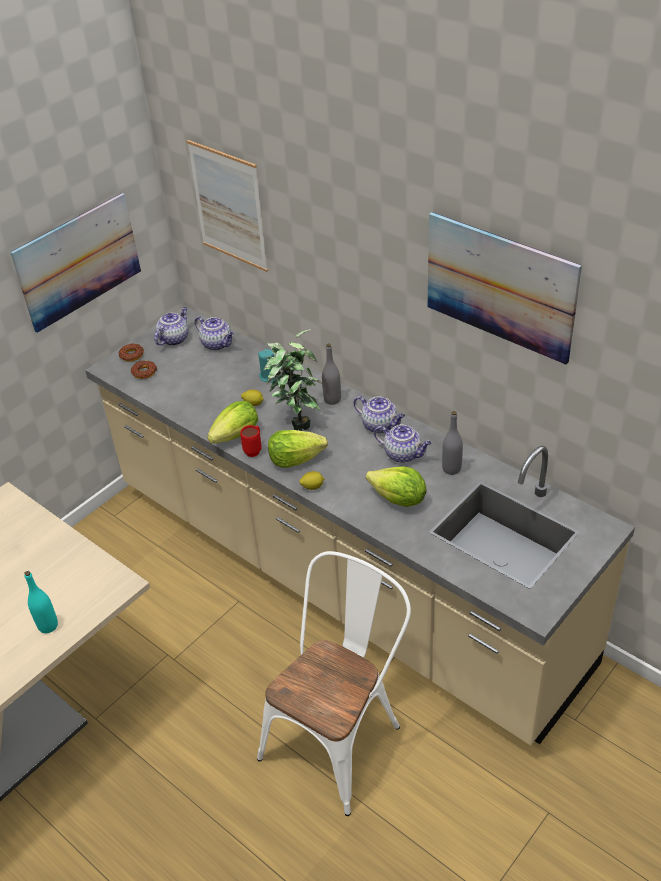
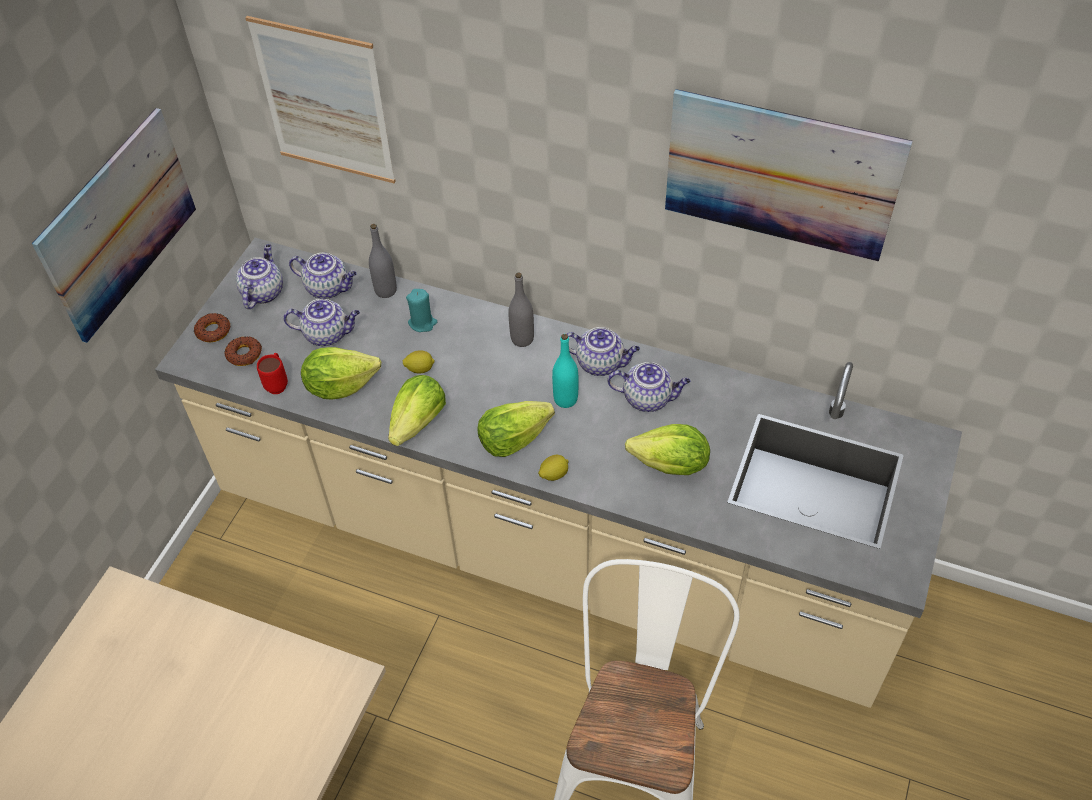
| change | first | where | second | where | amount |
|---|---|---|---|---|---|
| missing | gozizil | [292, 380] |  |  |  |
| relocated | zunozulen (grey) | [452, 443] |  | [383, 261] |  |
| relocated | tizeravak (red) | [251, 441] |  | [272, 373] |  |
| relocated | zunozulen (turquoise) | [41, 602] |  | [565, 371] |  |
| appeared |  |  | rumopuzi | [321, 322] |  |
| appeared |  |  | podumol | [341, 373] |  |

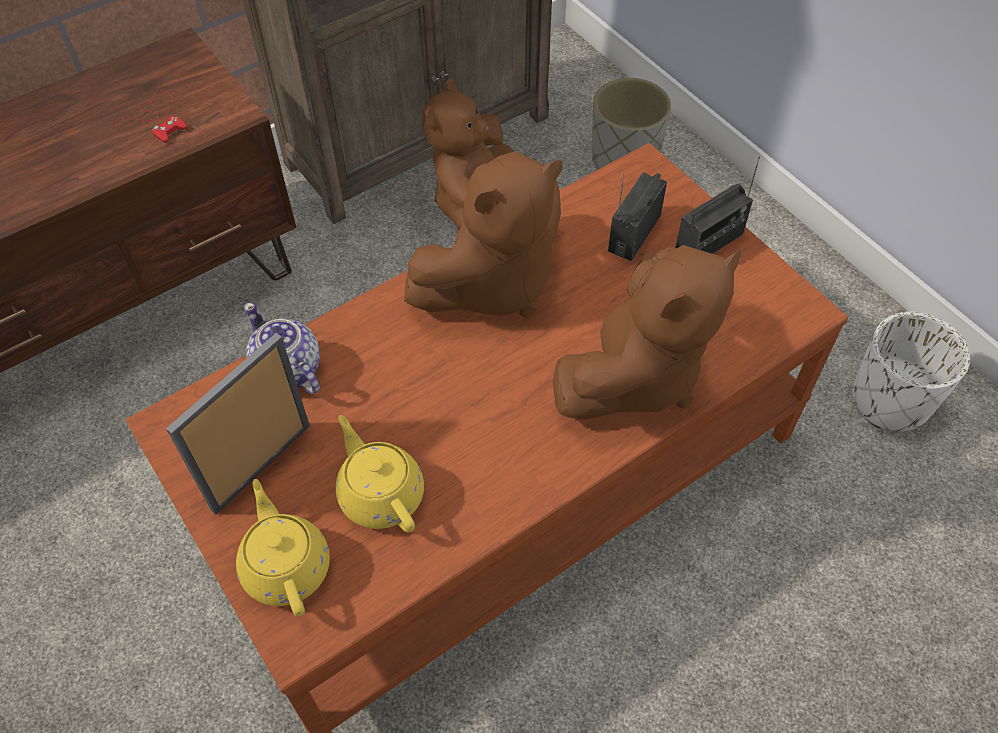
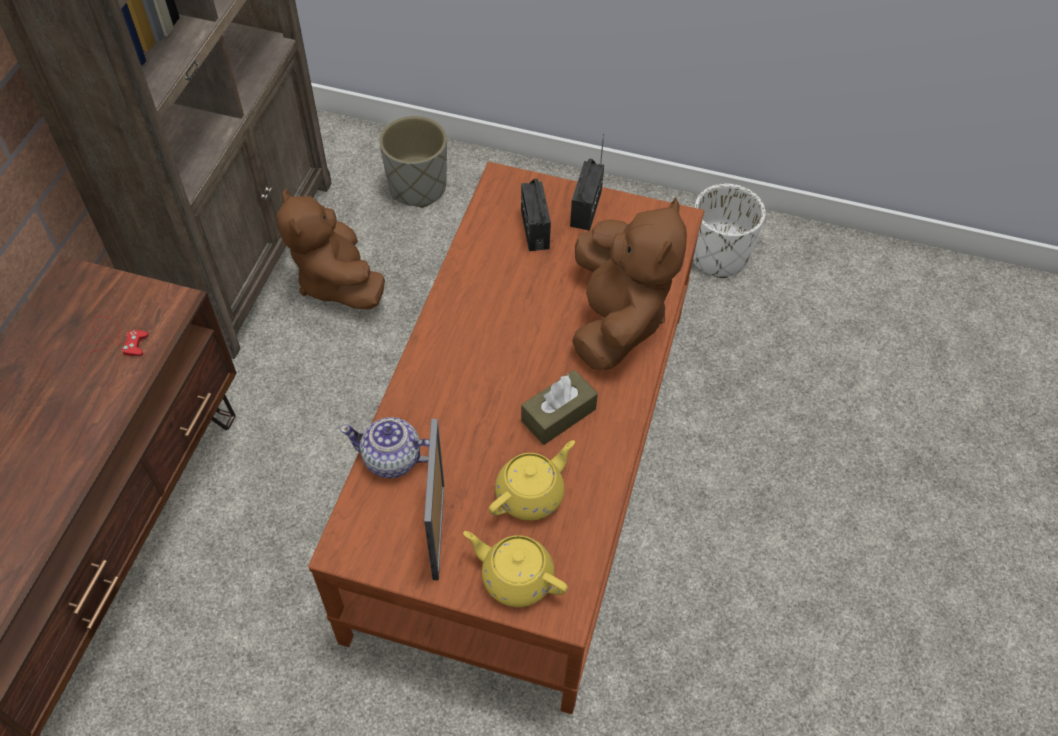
| change | first | where | second | where | amount |
|---|---|---|---|---|---|
| missing | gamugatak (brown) | [483, 234] |  |  |  |
| spun | rumopuzi (yellow) | [379, 474] |  | [532, 480] | 120 degrees clockwise |
| appeared |  |  | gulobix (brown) | [559, 407] |  |

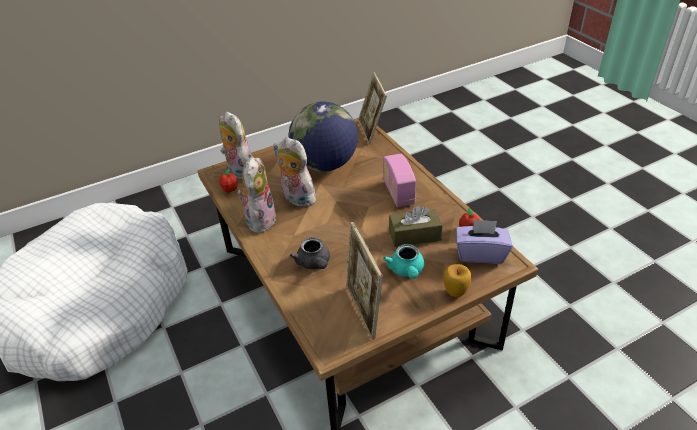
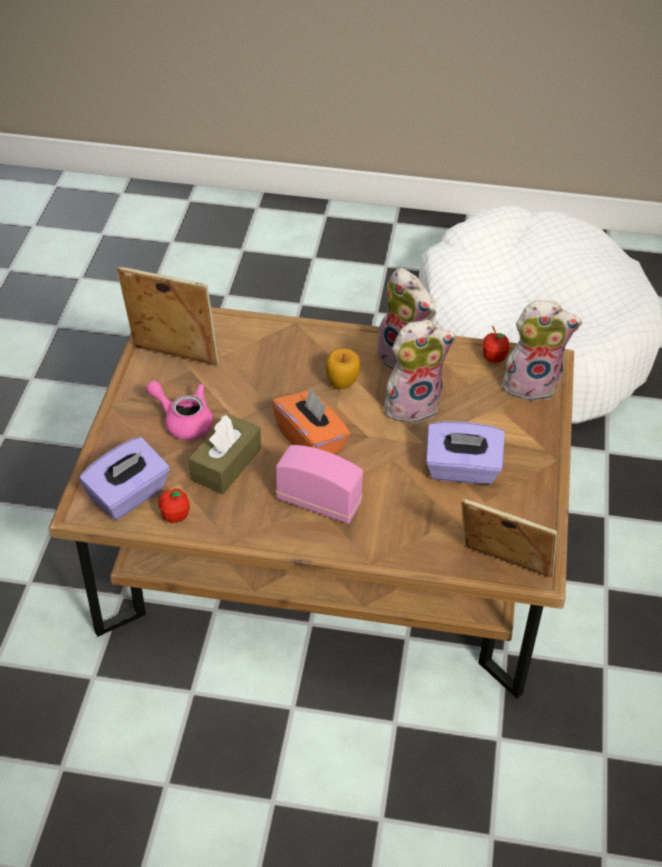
| change | first | where | second | where | amount |
|---|---|---|---|---|---|
| exchanged | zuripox | [323, 136] | gulobix (purple) | [465, 452] |  |
| missing | rumopuzi (grey) | [310, 253] |  |  |  |
| colour | rumopuzi (turquoise) | [403, 261] | rumopuzi (pink) | [179, 410] |  |
| relocated | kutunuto | [457, 280] |  | [343, 369] |  |
| appeared |  |  | gulobix (orange) | [311, 420] |  |

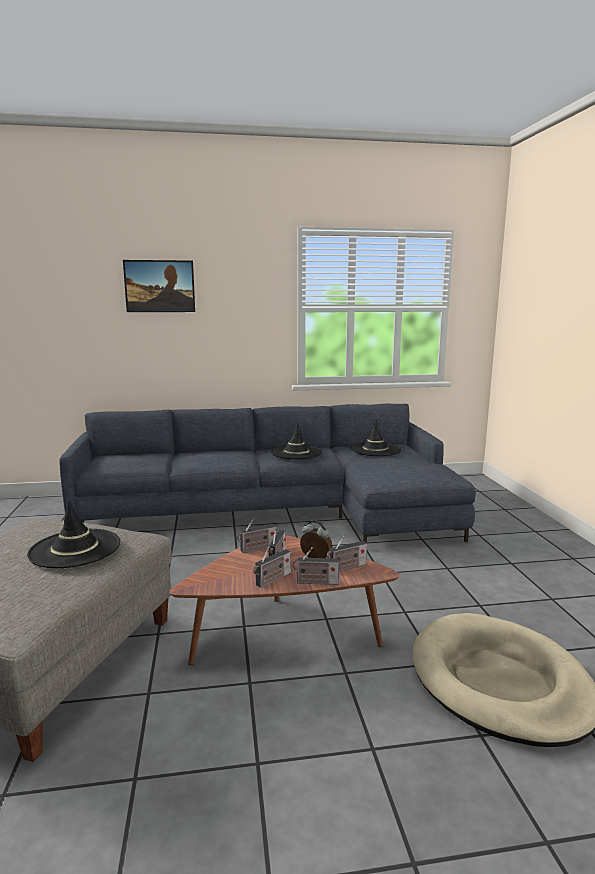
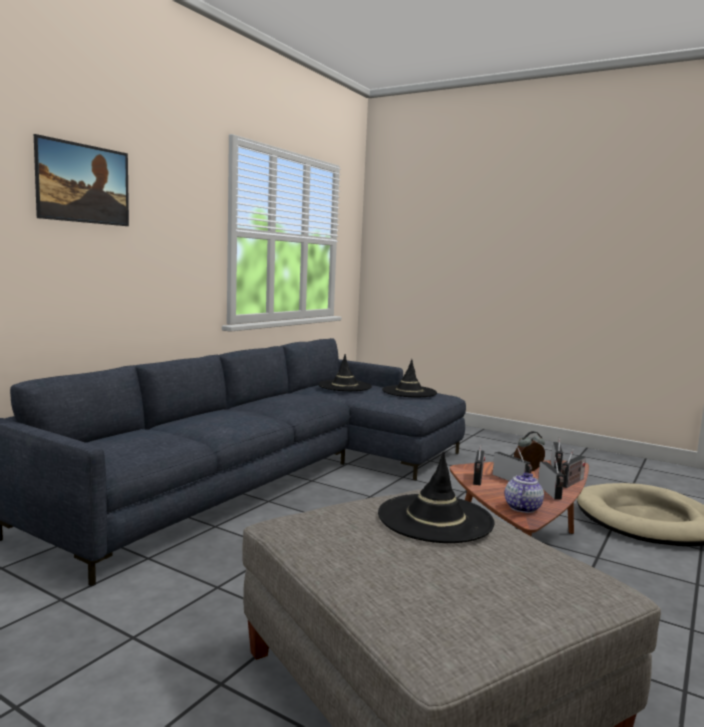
| change | first | where | second | where | amount |
|---|---|---|---|---|---|
| relocated | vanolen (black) | [296, 441] |  | [409, 378] |  |
| appeared |  |  | rumopuzi | [524, 492] |  |

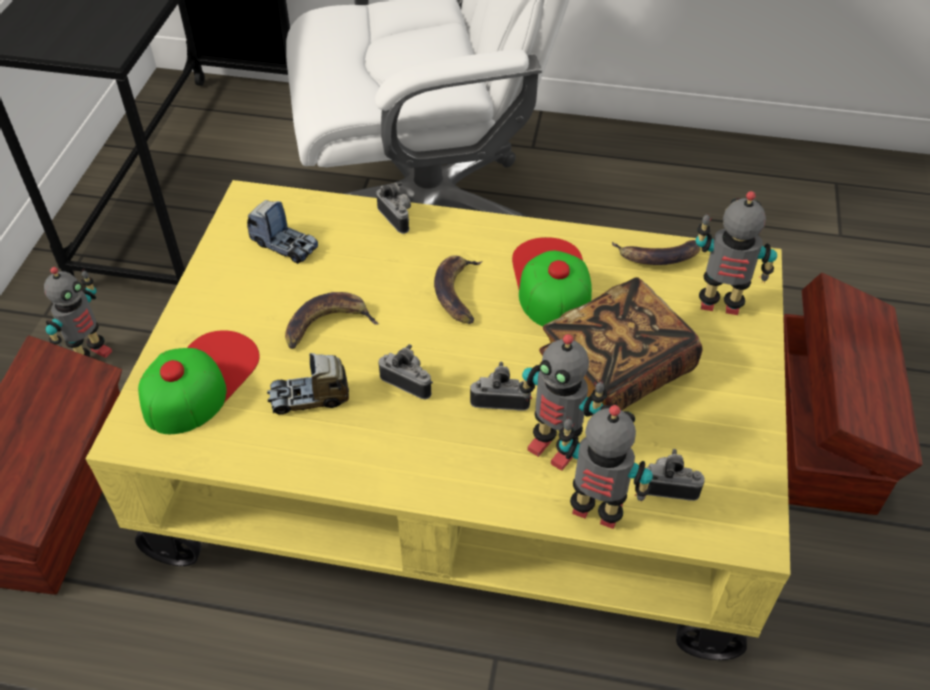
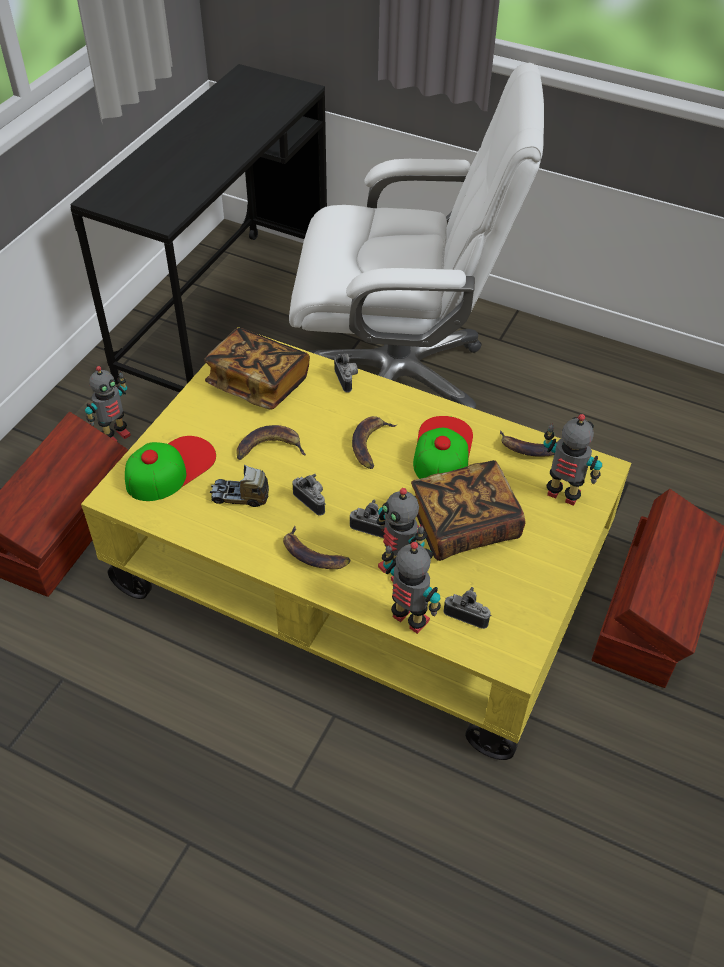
| change | first | where | second | where | amount |
|---|---|---|---|---|---|
| exchanged | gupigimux | [282, 232] | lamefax | [257, 368] |  |
| appeared |  |  | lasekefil | [317, 547] |  |

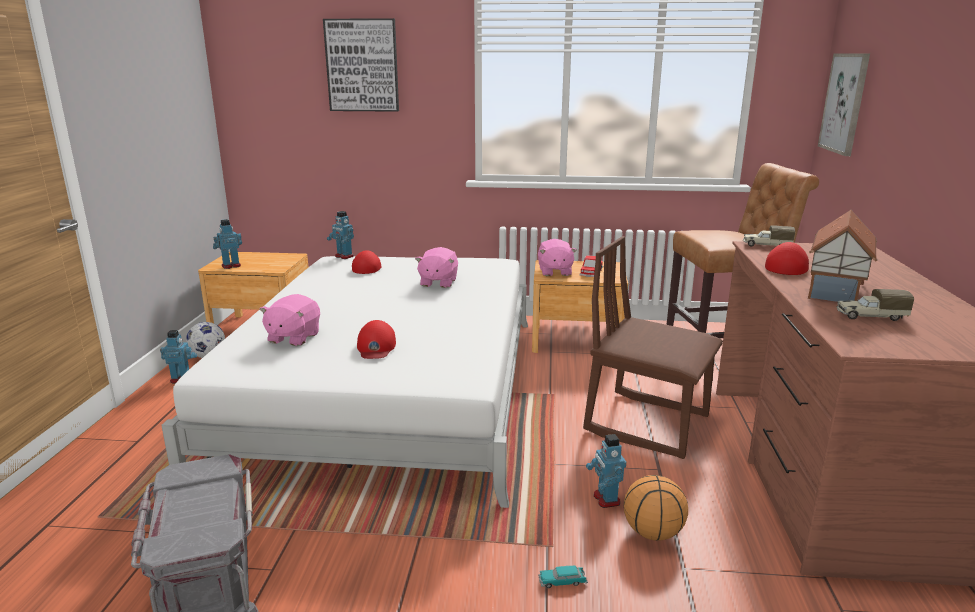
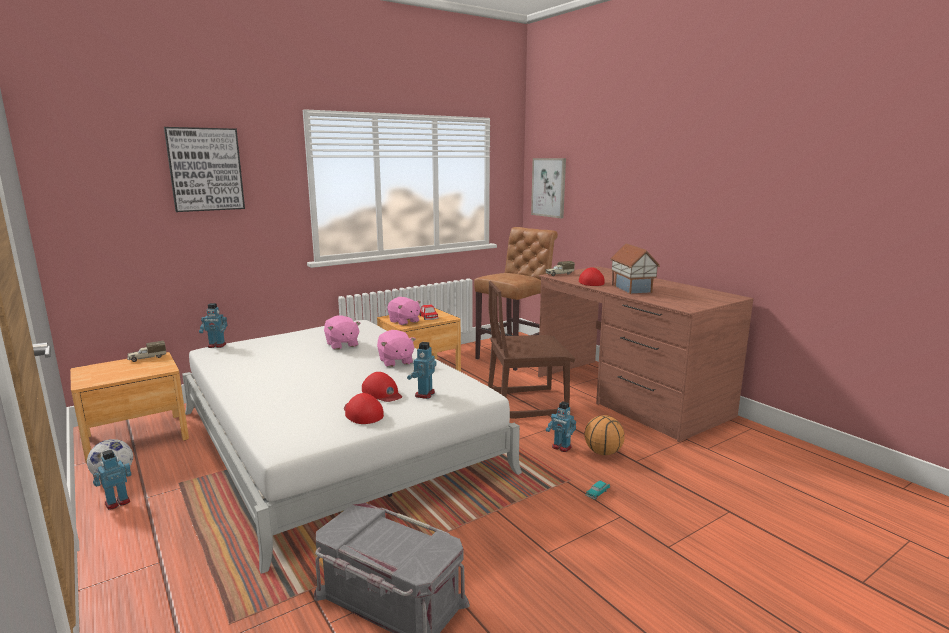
| change | first | where | second | where | amount |
|---|---|---|---|---|---|
| relocated | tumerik | [227, 244] |  | [422, 370] |  |
| relocated | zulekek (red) | [366, 262] |  | [364, 408] |  |
| relocated | gupigimux | [875, 305] |  | [147, 351] |  |
| relocated | gamugatak (pink) | [290, 320] |  | [396, 348] |  |

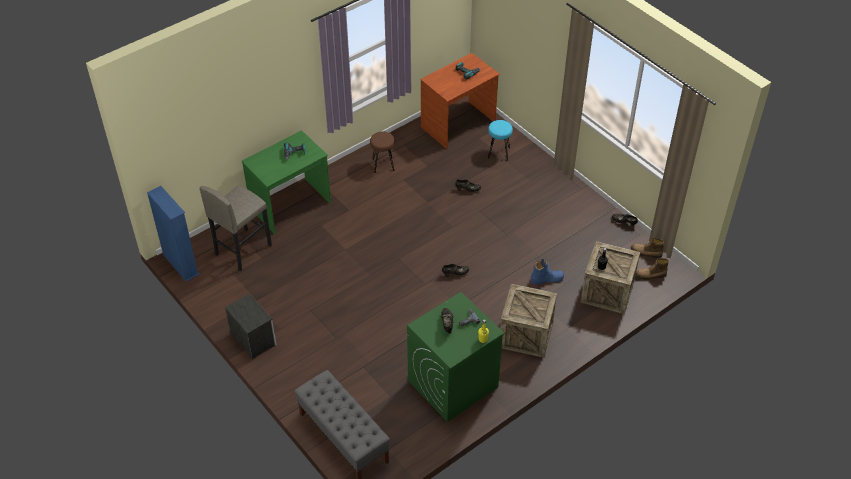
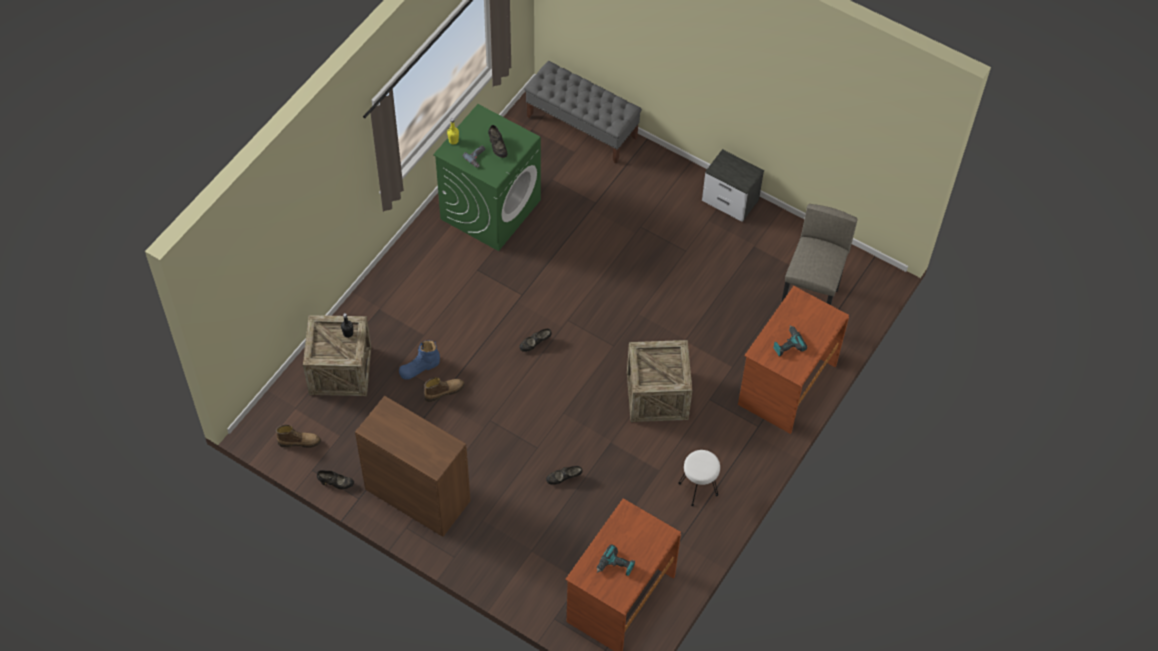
| change | first | where | second | where | amount |
|---|---|---|---|---|---|
| missing | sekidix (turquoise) | [500, 140] |  |  |  |
| colour | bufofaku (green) | [286, 182] | bufofaku (brown) | [793, 360] |  |
| colour | sekidix (brown) | [382, 152] | sekidix (white) | [699, 478] |  |
| missing | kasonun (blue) | [173, 233] |  |  |  |
| relocated | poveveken | [652, 269] |  | [444, 389] |  |
| relocated | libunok | [528, 321] |  | [660, 381] |  |
| appeared |  |  | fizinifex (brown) | [413, 466] |  |

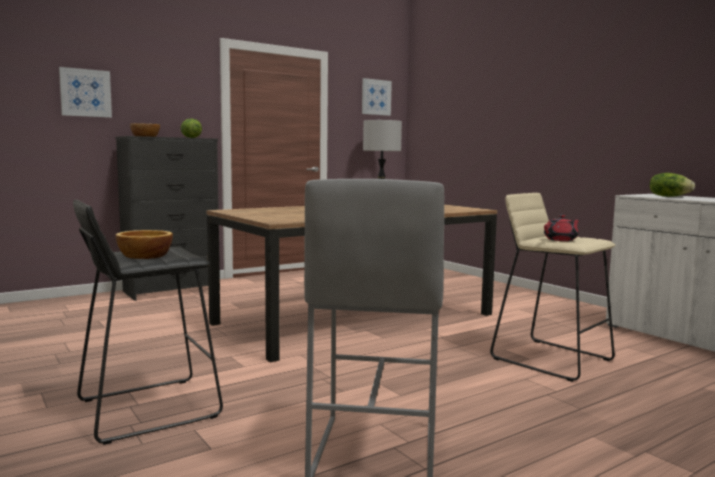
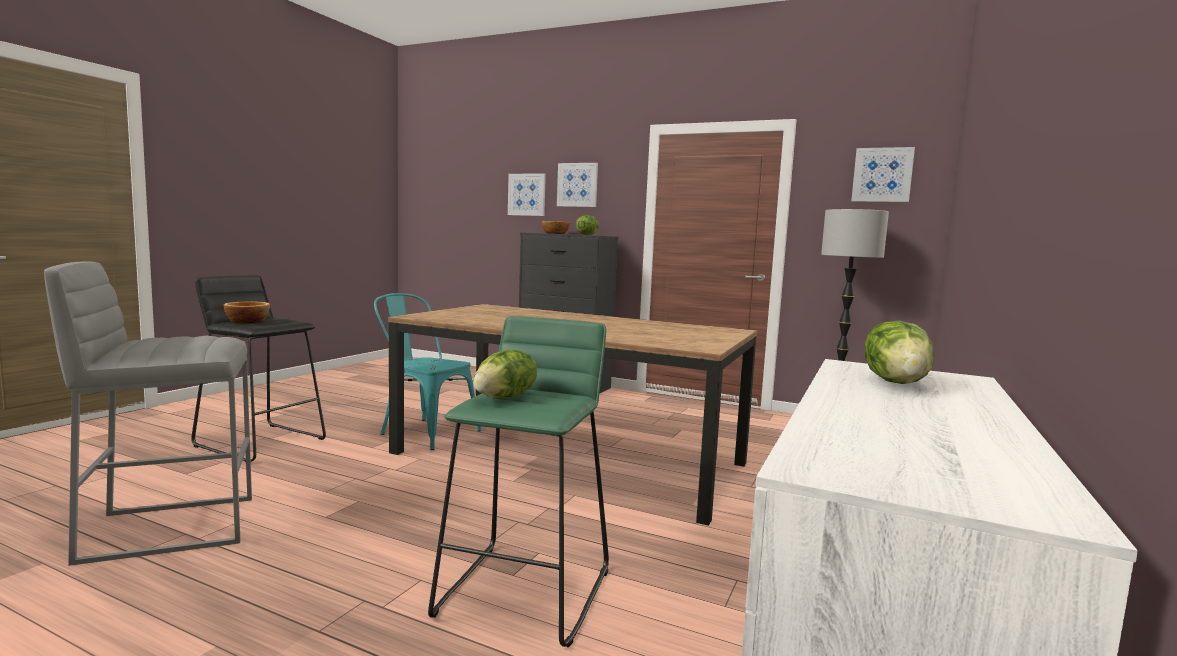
| change | first | where | second | where | amount |
|---|---|---|---|---|---|
| colour | sekidix (beige) | [552, 287] | sekidix (green) | [518, 482] |  |
| exchanged | rumopuzi (red) | [562, 228] | podumol | [505, 374] |  |
| appeared |  |  | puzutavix | [577, 185] |  |
| appeared |  |  | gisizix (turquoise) | [427, 371] |  |

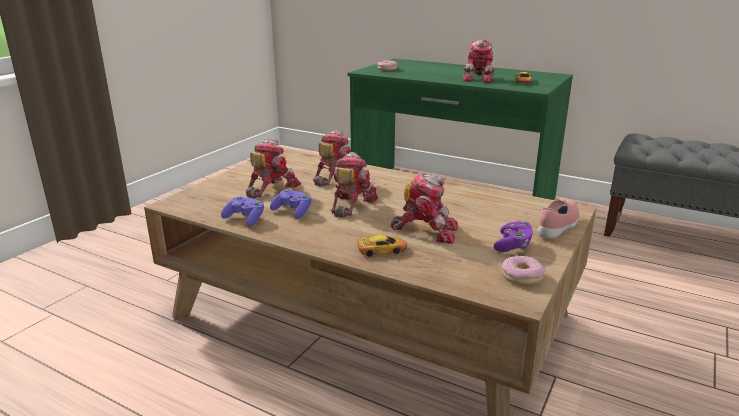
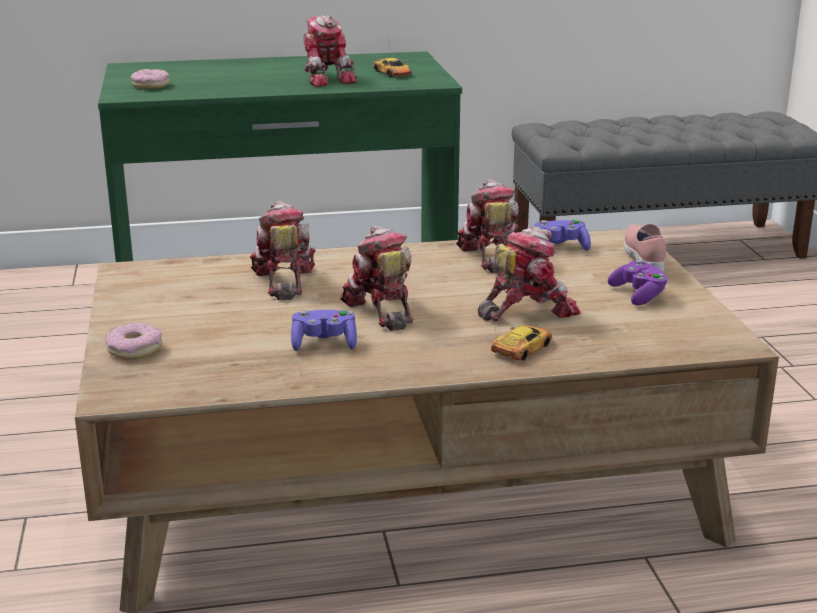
| change | first | where | second | where | amount |
|---|---|---|---|---|---|
| relocated | tumerik | [273, 168] |  | [487, 226] |  |
| relocated | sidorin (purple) | [242, 211] |  | [562, 235] |  |
| relocated | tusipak | [523, 270] |  | [133, 340] |  |

